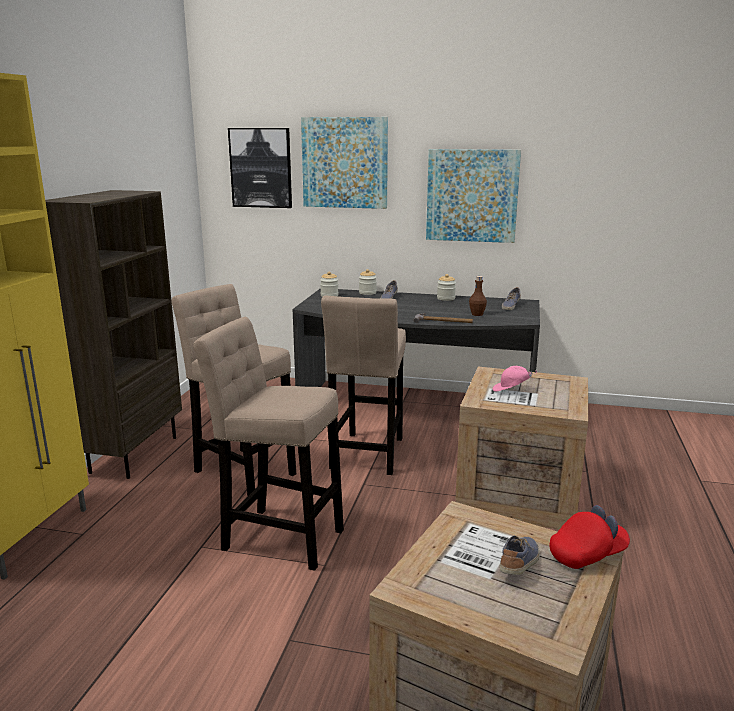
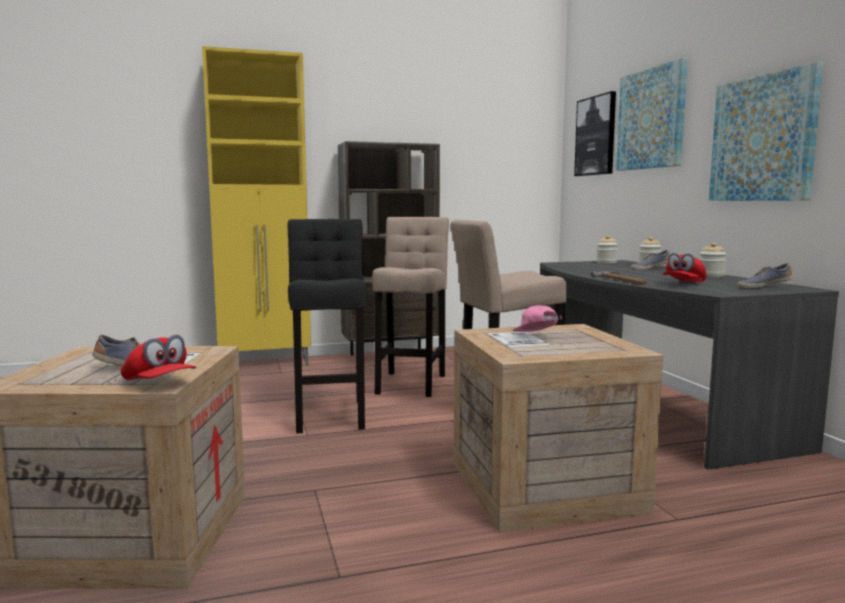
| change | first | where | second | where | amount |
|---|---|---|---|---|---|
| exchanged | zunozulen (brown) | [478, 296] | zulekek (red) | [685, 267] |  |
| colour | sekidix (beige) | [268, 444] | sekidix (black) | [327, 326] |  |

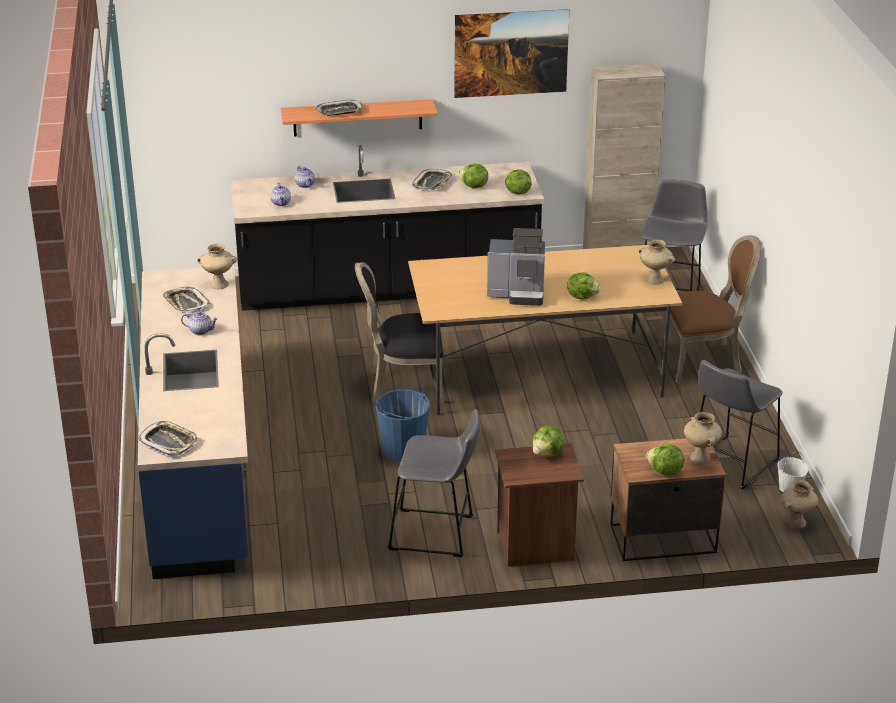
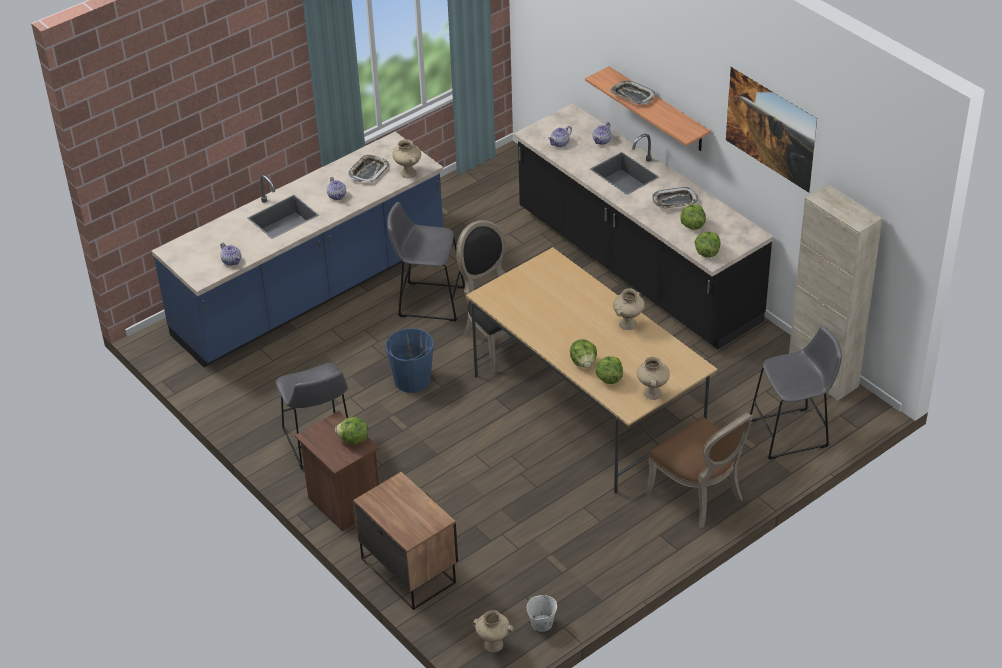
| change | first | where | second | where | amount |
|---|---|---|---|---|---|
| missing | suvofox | [516, 267] |  |  |  |
| relocated | sekidix (grey) | [740, 425] |  | [426, 261] |  |
| relocated | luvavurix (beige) | [703, 438] |  | [629, 309] |  |
| missing | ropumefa | [168, 438] |  |  |  |
| relocated | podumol | [665, 459] |  | [609, 370] |  |
| appeared |  |  | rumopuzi | [230, 254] |  |

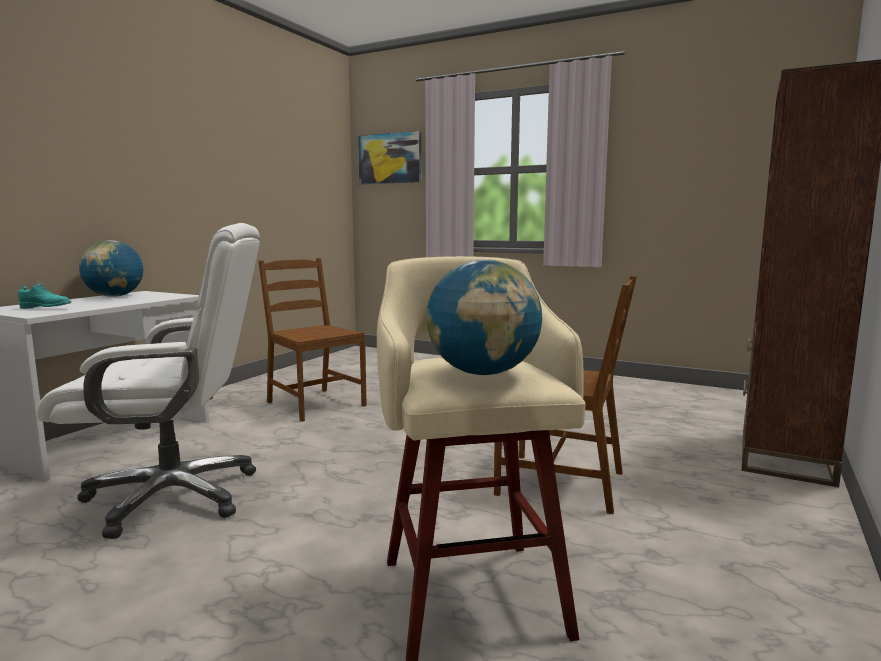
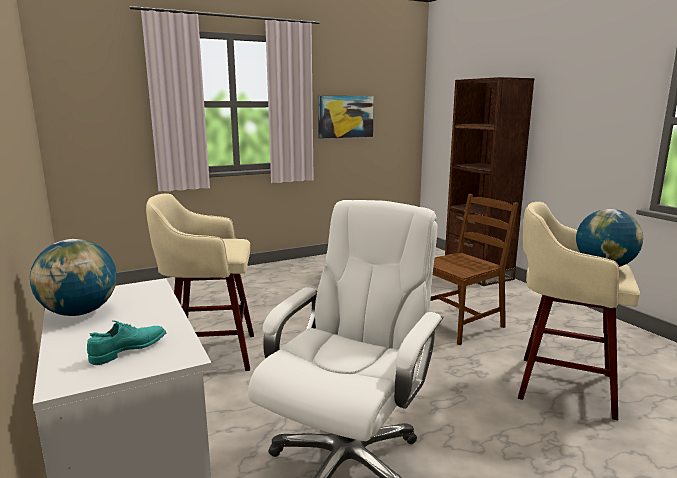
| change | first | where | second | where | amount |
|---|---|---|---|---|---|
| relocated | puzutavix | [389, 157] |  | [346, 117] |  |
| exchanged | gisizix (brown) | [313, 340] | sekidix (beige) | [200, 282] |  |

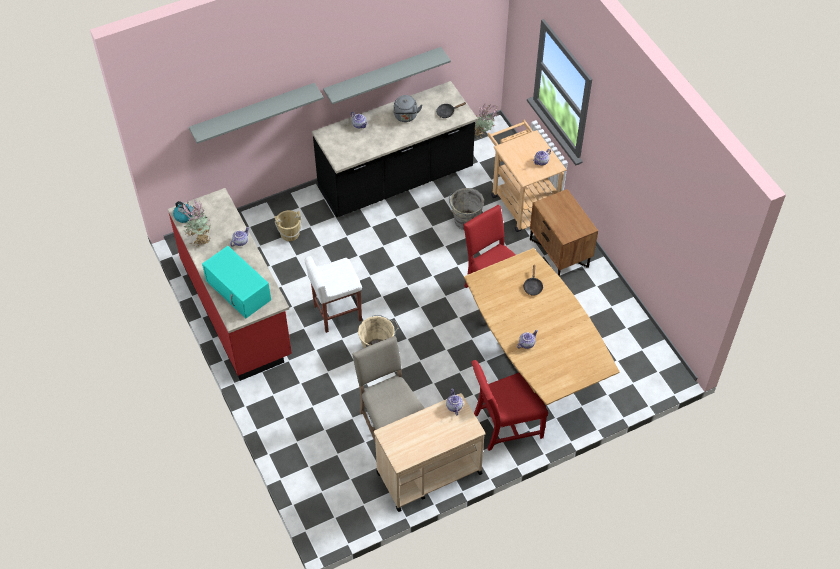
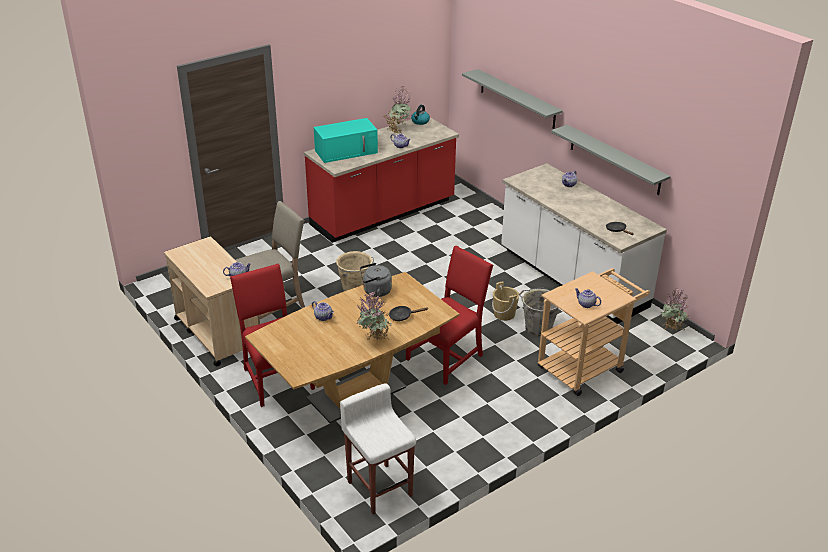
| change | first | where | second | where | amount |
|---|---|---|---|---|---|
| colour | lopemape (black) | [395, 149] | lopemape (white) | [584, 243] |  |
| relocated | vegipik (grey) | [408, 108] |  | [376, 280] |  |
| missing | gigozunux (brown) | [564, 233] |  |  |  |
| relocated | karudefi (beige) | [288, 225] |  | [505, 301] |  |
| spun | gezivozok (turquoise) | [236, 282] |  | [346, 140] | 150 degrees counterclockwise |
| relocated | sekidix (white) | [333, 294] |  | [378, 448] |  |
| appeared |  |  | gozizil | [374, 317] |  |

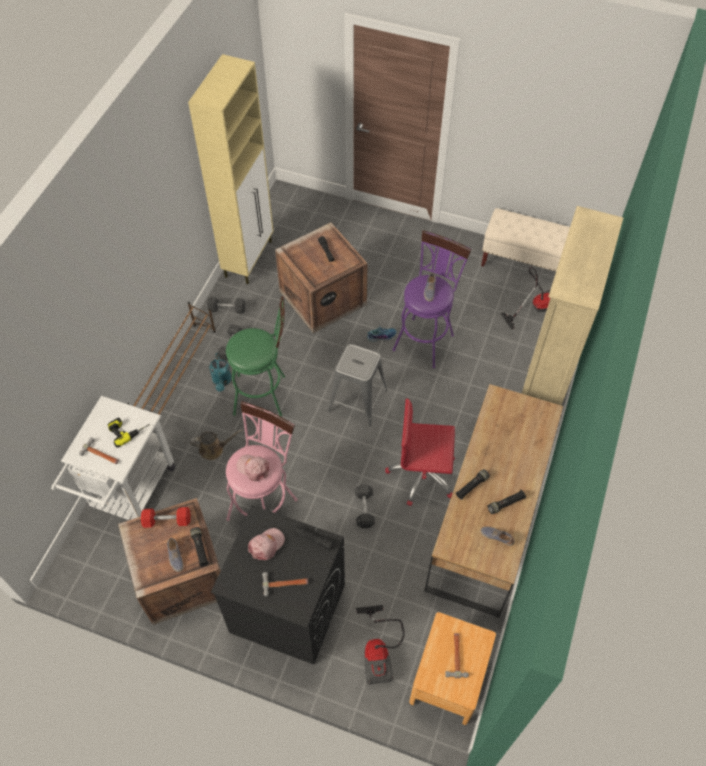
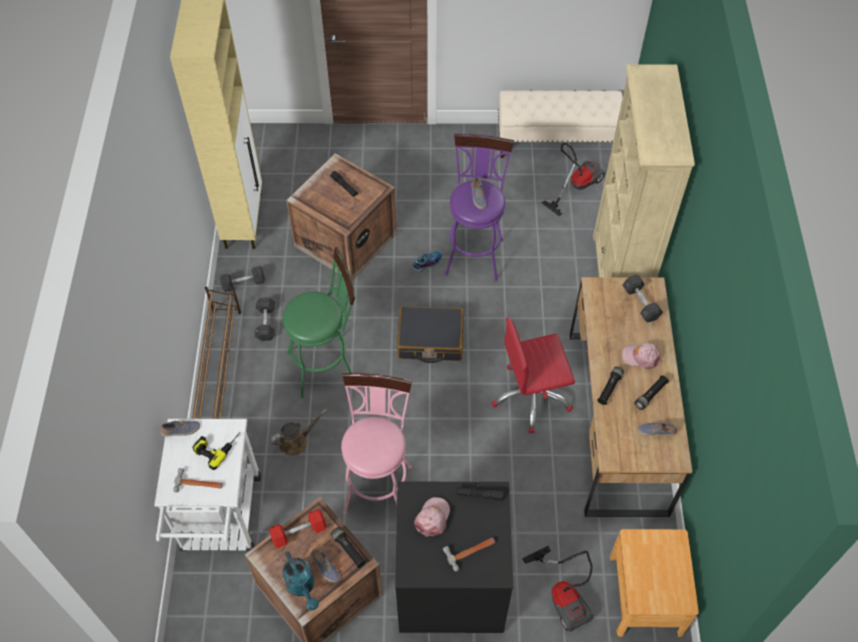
| change | first | where | second | where | amount |
|---|---|---|---|---|---|
| exchanged | sekidix (grey) | [357, 385] | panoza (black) | [430, 334] |  |
| relocated | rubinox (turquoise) | [220, 372] |  | [301, 581] |  |
| relocated | zulekek (pink) | [253, 468] |  | [641, 356] |  |
| relocated | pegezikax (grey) | [365, 506] |  | [643, 299] |  |
| missing | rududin | [457, 655] |  |  |  |
| appeared |  |  | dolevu | [180, 428] |  |

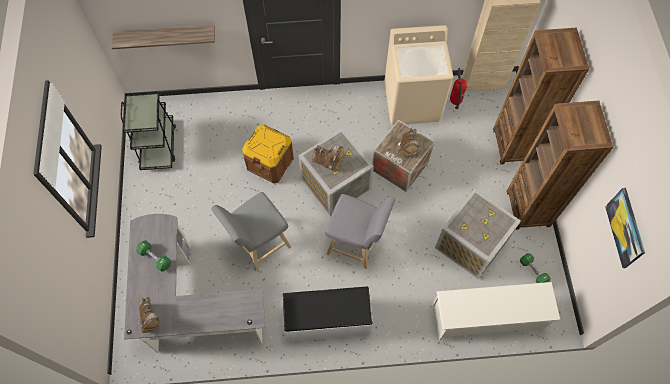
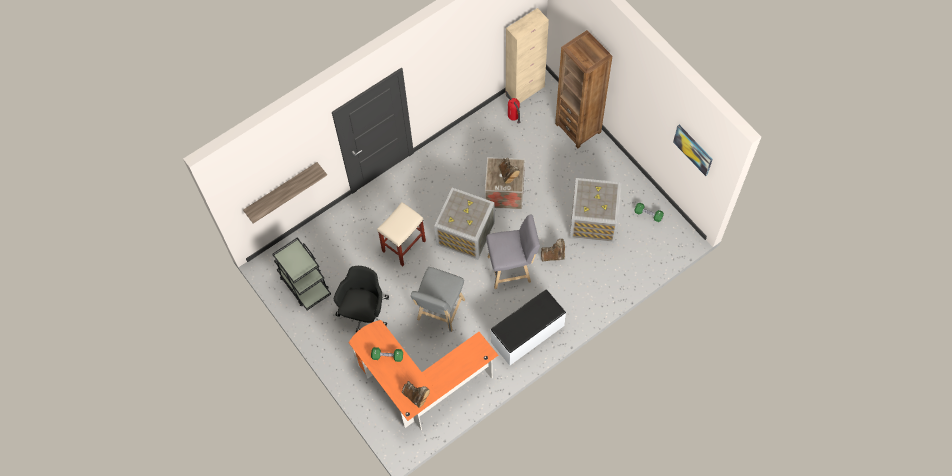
| change | first | where | second | where | amount |
|---|---|---|---|---|---|
| missing | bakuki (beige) | [418, 75] |  |  |  |
| missing | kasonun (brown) | [560, 165] |  |  |  |
| exchanged | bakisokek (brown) | [268, 154] | sekidix (beige) | [401, 234] |  |
| relocated | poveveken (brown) | [328, 158] |  | [553, 250] |  |
| colour | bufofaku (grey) | [194, 283] | bufofaku (orange) | [423, 375] |  |
| missing | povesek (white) | [496, 311] |  |  |  |
| appeared |  |  | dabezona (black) | [361, 299] |  |

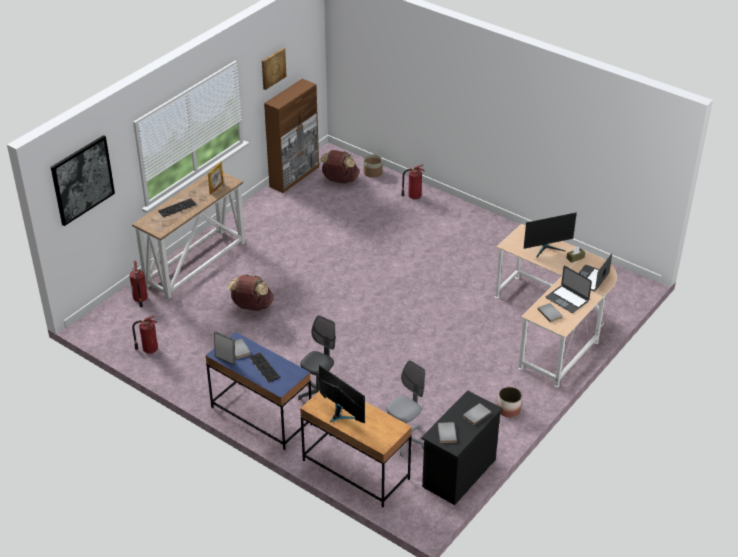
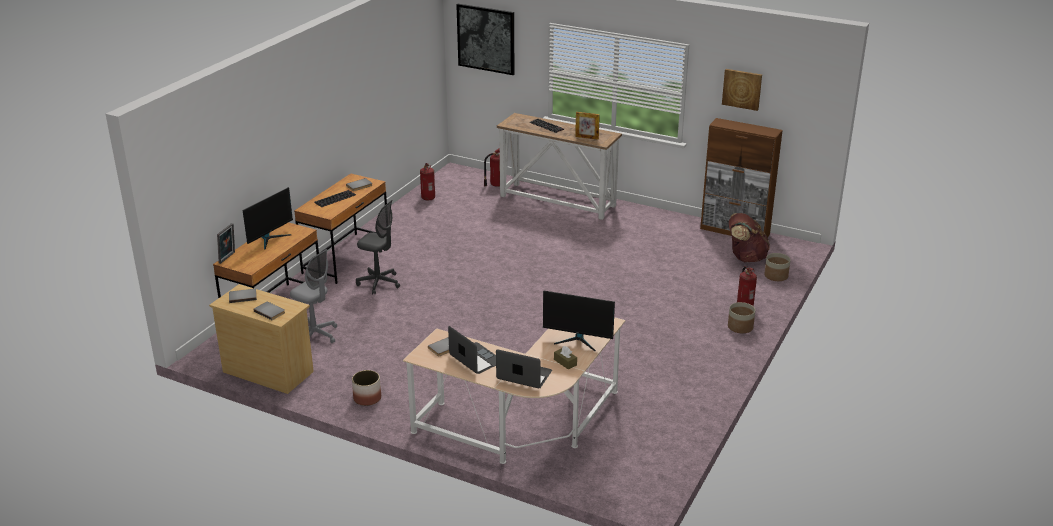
| change | first | where | second | where | amount |
|---|---|---|---|---|---|
| spun | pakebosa | [550, 235] |  | [579, 321] | 45 degrees counterclockwise |
| spun | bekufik | [569, 289] |  | [472, 350] | 105 degrees clockwise |
| missing | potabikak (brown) | [251, 292] |  |  |  |
| relocated | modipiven | [224, 348] |  | [226, 243] |  |
| colour | bufofaku (blue) | [258, 391] | bufofaku (brown) | [340, 229] |  |
| colour | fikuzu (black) | [461, 447] | fikuzu (beige) | [261, 339] |  |
| appeared |  |  | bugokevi | [741, 317] |  |

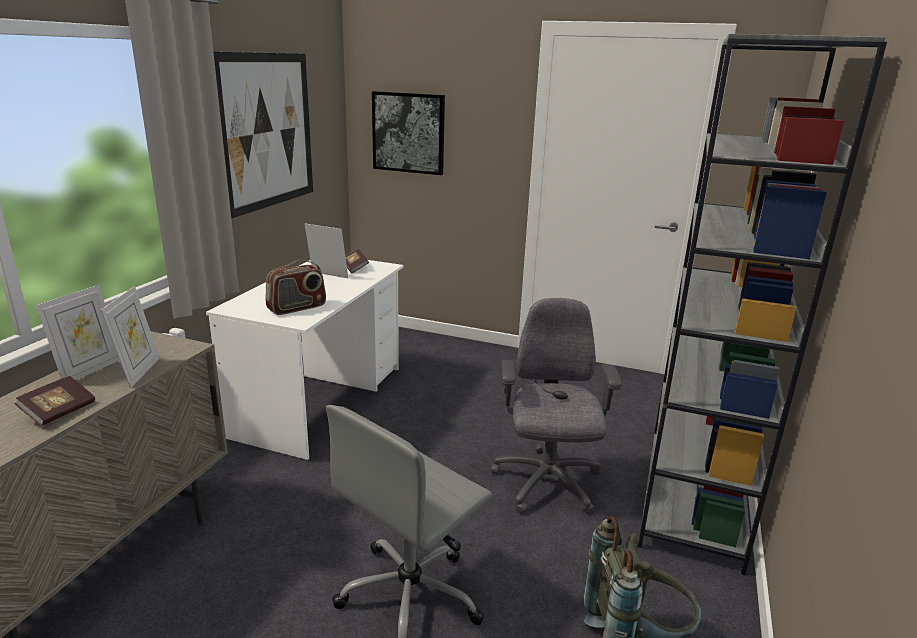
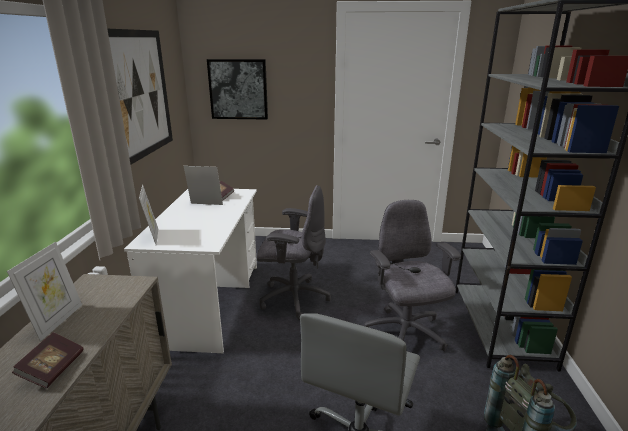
| change | first | where | second | where | amount |
|---|---|---|---|---|---|
| missing | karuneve | [295, 287] |  |  |  |
| relocated | modipiven | [130, 337] |  | [148, 214] |  |
| appeared |  |  | dabezona (grey) | [294, 252] |  |

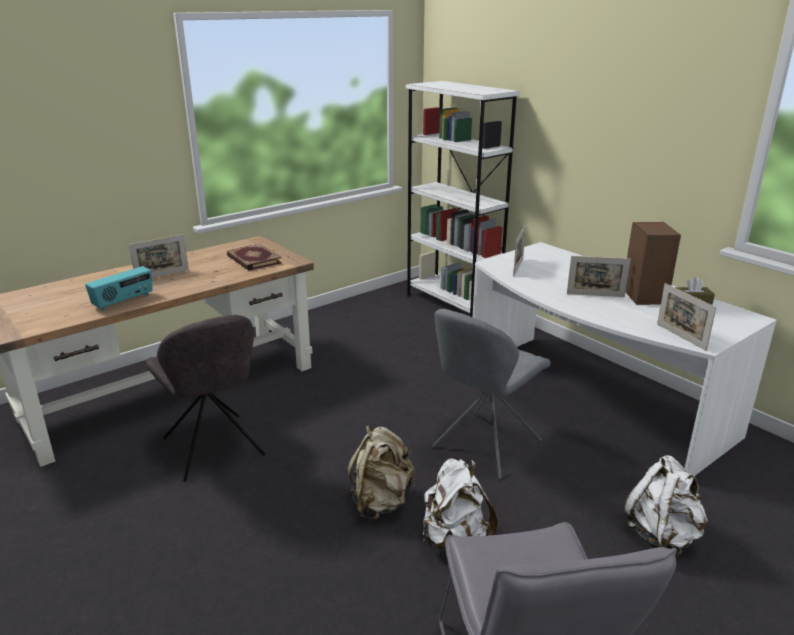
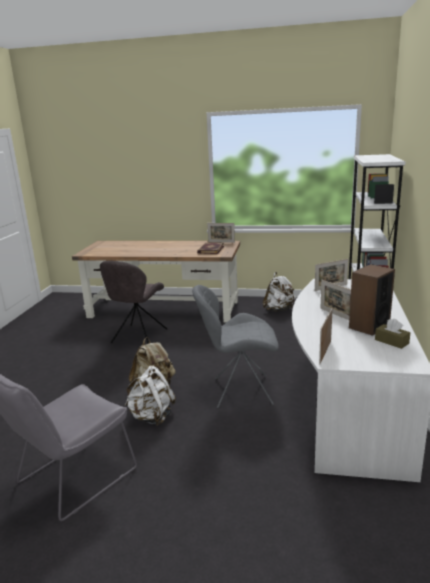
| change | first | where | second | where | amount |
|---|---|---|---|---|---|
| relocated | modipiven | [159, 256] |  | [221, 233] |  |
| missing | karuneve | [119, 288] |  |  |  |
| relocated | potabikak (white) | [665, 506] |  | [279, 291] |  |

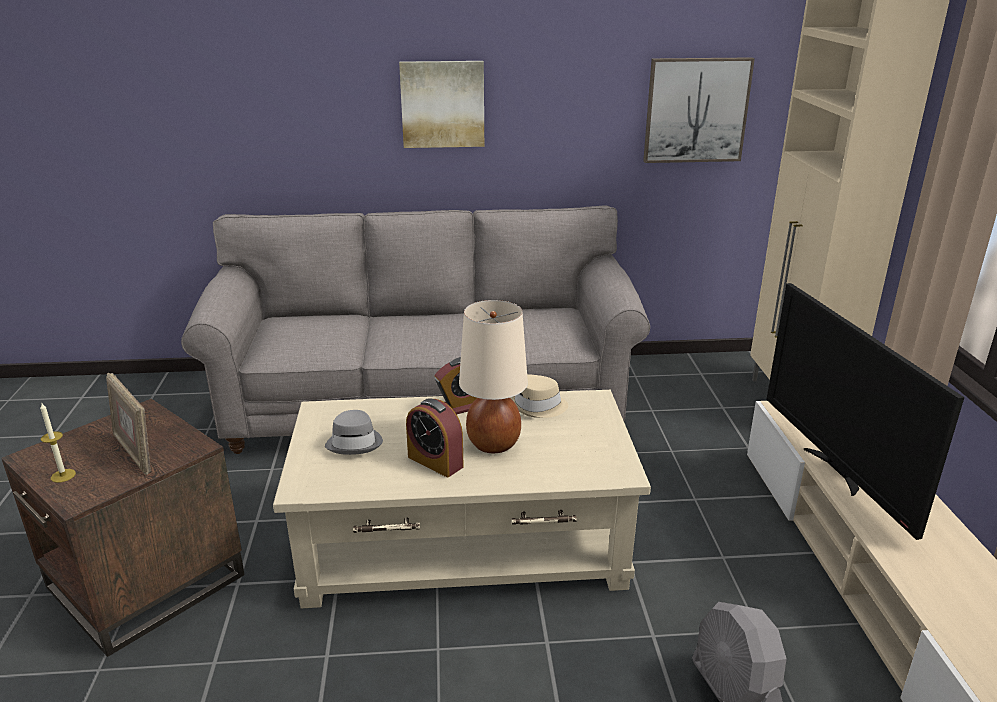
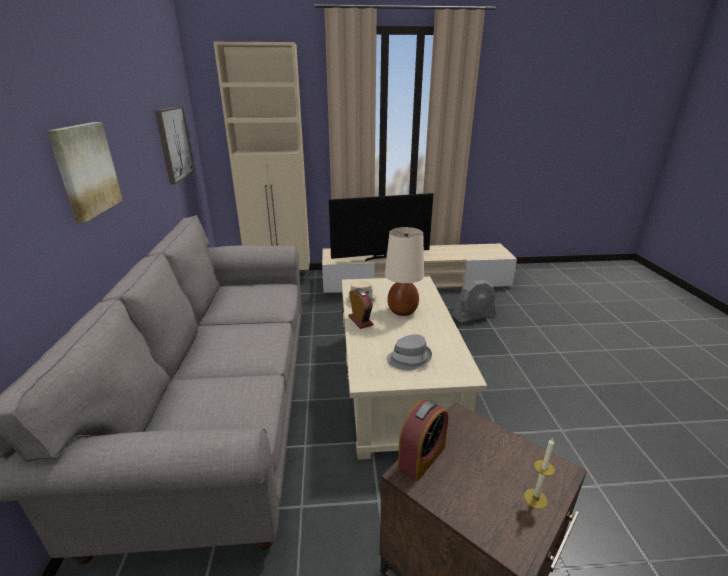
| change | first | where | second | where | amount |
|---|---|---|---|---|---|
| missing | modipiven | [128, 424] |  |  |  |
| relocated | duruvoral | [435, 437] |  | [423, 440] |  |

